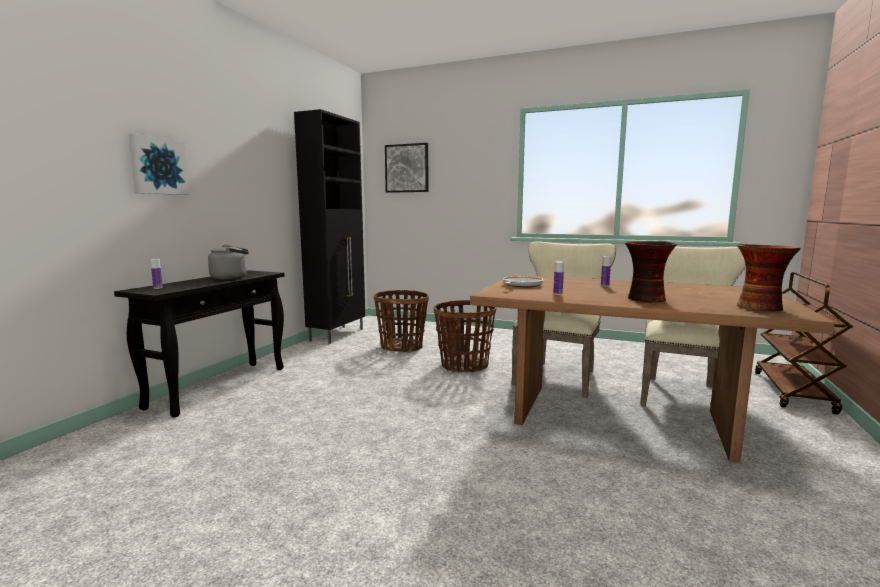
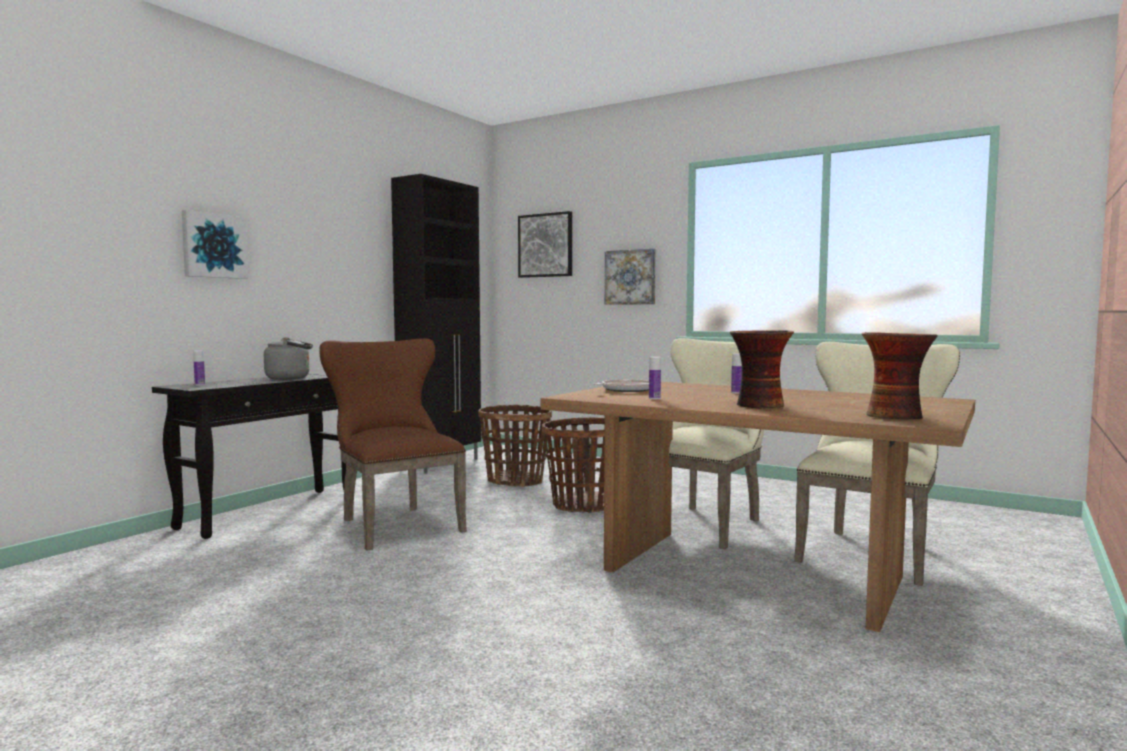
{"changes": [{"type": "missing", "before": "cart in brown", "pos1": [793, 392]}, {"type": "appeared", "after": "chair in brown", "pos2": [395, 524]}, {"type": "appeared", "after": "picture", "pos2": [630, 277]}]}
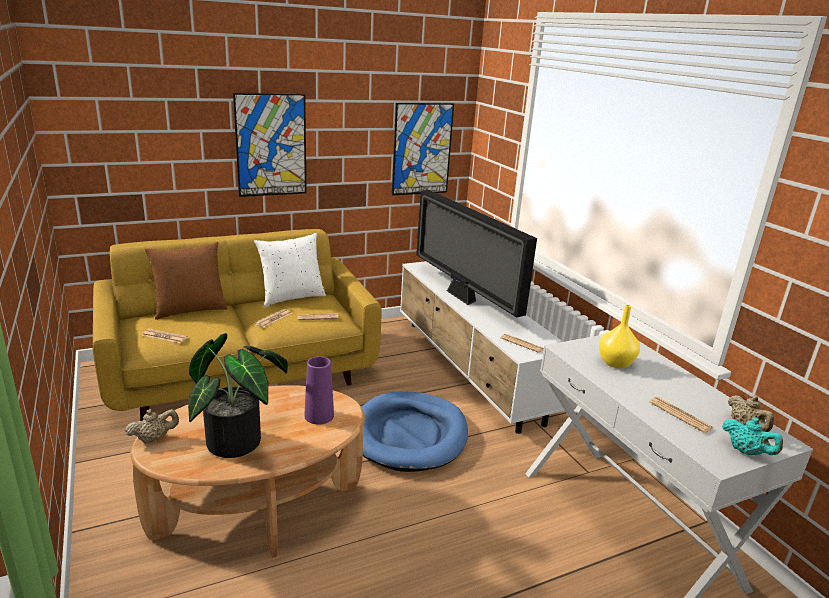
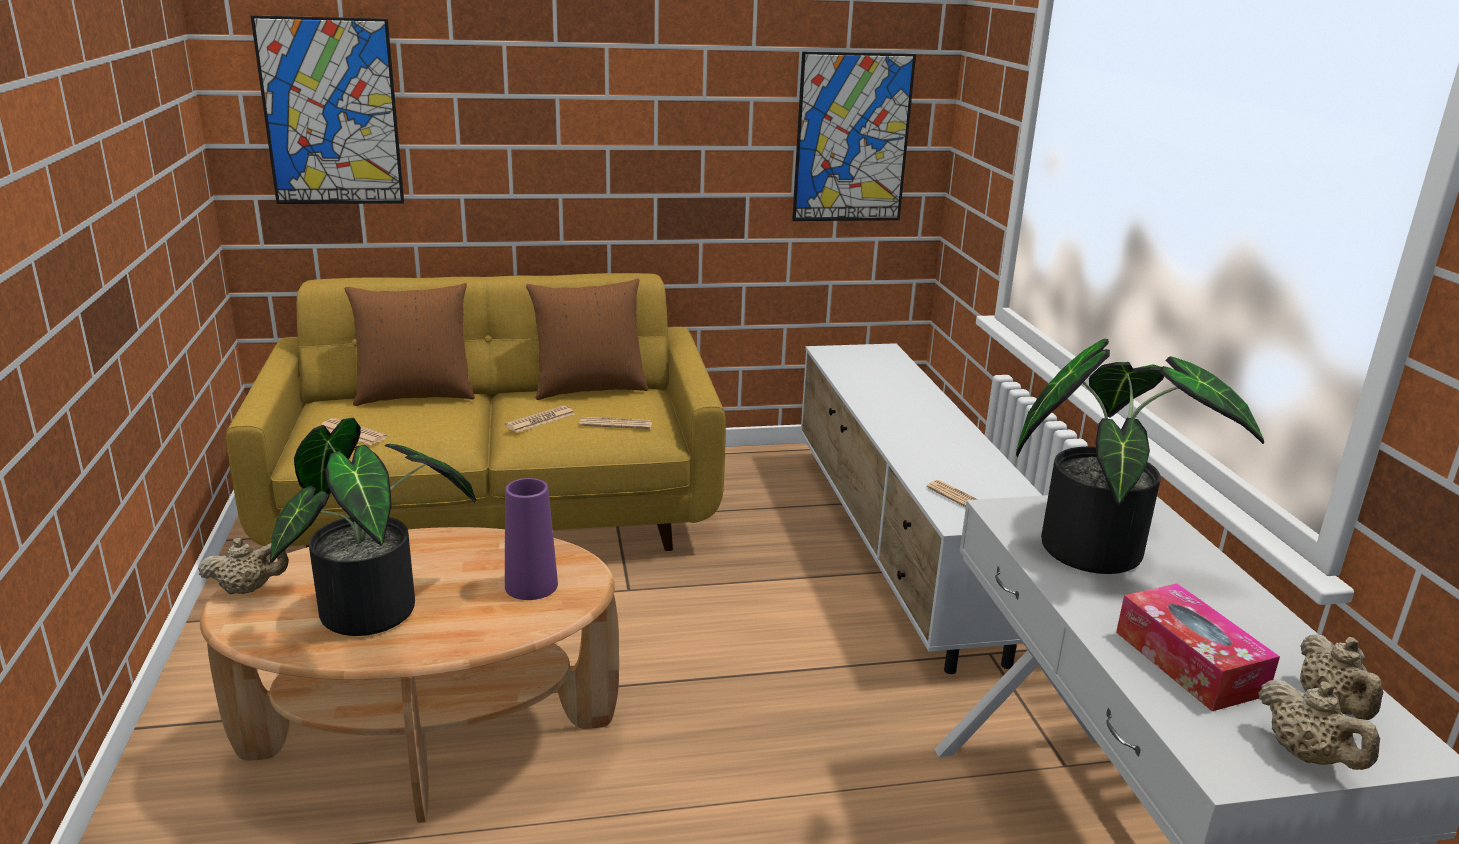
{"changes": [{"type": "relocated", "before": "picture", "pos1": [271, 145], "pos2": [331, 113]}, {"type": "colour", "before": "pillow in white", "after": "pillow in brown", "pos1": [291, 297], "pos2": [589, 388]}, {"type": "missing", "before": "dog bed in blue", "pos1": [409, 435]}, {"type": "missing", "before": "television", "pos1": [462, 298]}, {"type": "exchanged", "before": "vase in yellow", "after": "potted plant", "pos1": [615, 362], "pos2": [1098, 546]}, {"type": "exchanged", "before": "newspaper", "after": "tissue box", "pos1": [680, 415], "pos2": [1189, 662]}, {"type": "colour", "before": "teapot in turquoise", "after": "teapot in beige", "pos1": [746, 452], "pos2": [1306, 756]}]}
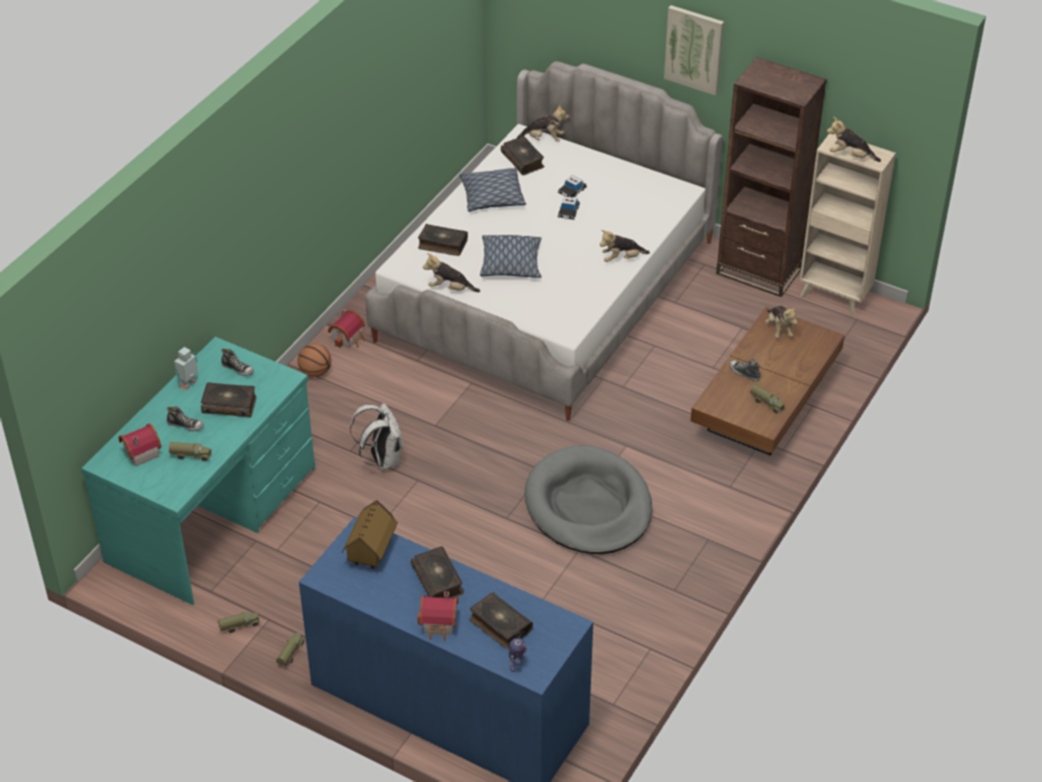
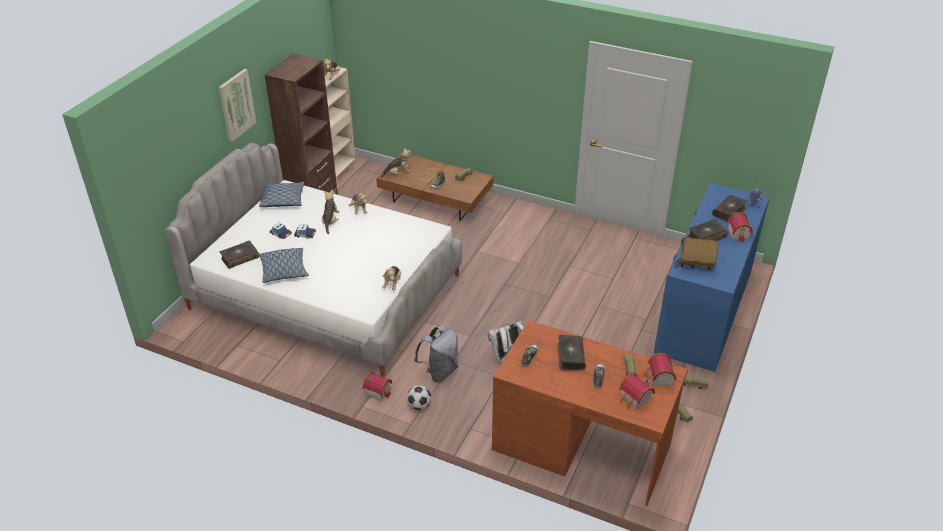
{"changes": [{"type": "colour", "before": "desk in turquoise", "after": "desk in brown", "pos1": [213, 515], "pos2": [581, 445]}, {"type": "missing", "before": "toy robot", "pos1": [189, 384]}, {"type": "exchanged", "before": "basketball", "after": "football", "pos1": [315, 372], "pos2": [419, 406]}, {"type": "missing", "before": "book", "pos1": [442, 244]}, {"type": "relocated", "before": "pillow", "pos1": [511, 264], "pos2": [283, 200]}, {"type": "relocated", "before": "plush toy", "pos1": [544, 139], "pos2": [330, 221]}, {"type": "missing", "before": "dog bed in grey", "pos1": [588, 505]}, {"type": "appeared", "after": "backpack in grey", "pos2": [439, 371]}, {"type": "appeared", "after": "toy house", "pos2": [658, 379]}]}
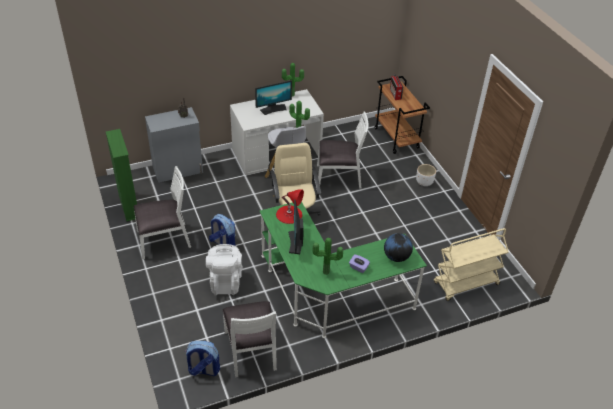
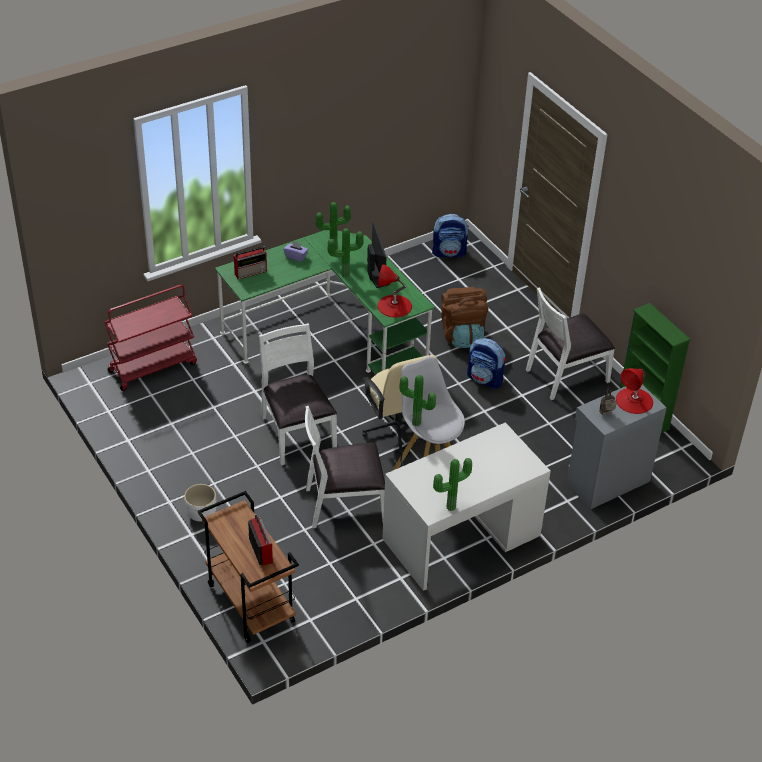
{"changes": [{"type": "colour", "before": "backpack in white", "after": "backpack in brown", "pos1": [225, 281], "pos2": [462, 335]}, {"type": "relocated", "before": "chair in white", "pos1": [251, 350], "pos2": [296, 433]}, {"type": "missing", "before": "monitor", "pos1": [273, 109]}, {"type": "exchanged", "before": "globe", "after": "radio", "pos1": [396, 257], "pos2": [251, 272]}, {"type": "colour", "before": "cart in beige", "after": "cart in red", "pos1": [466, 284], "pos2": [153, 367]}, {"type": "appeared", "after": "potted plant", "pos2": [345, 274]}, {"type": "appeared", "after": "table lamp in red", "pos2": [634, 400]}]}
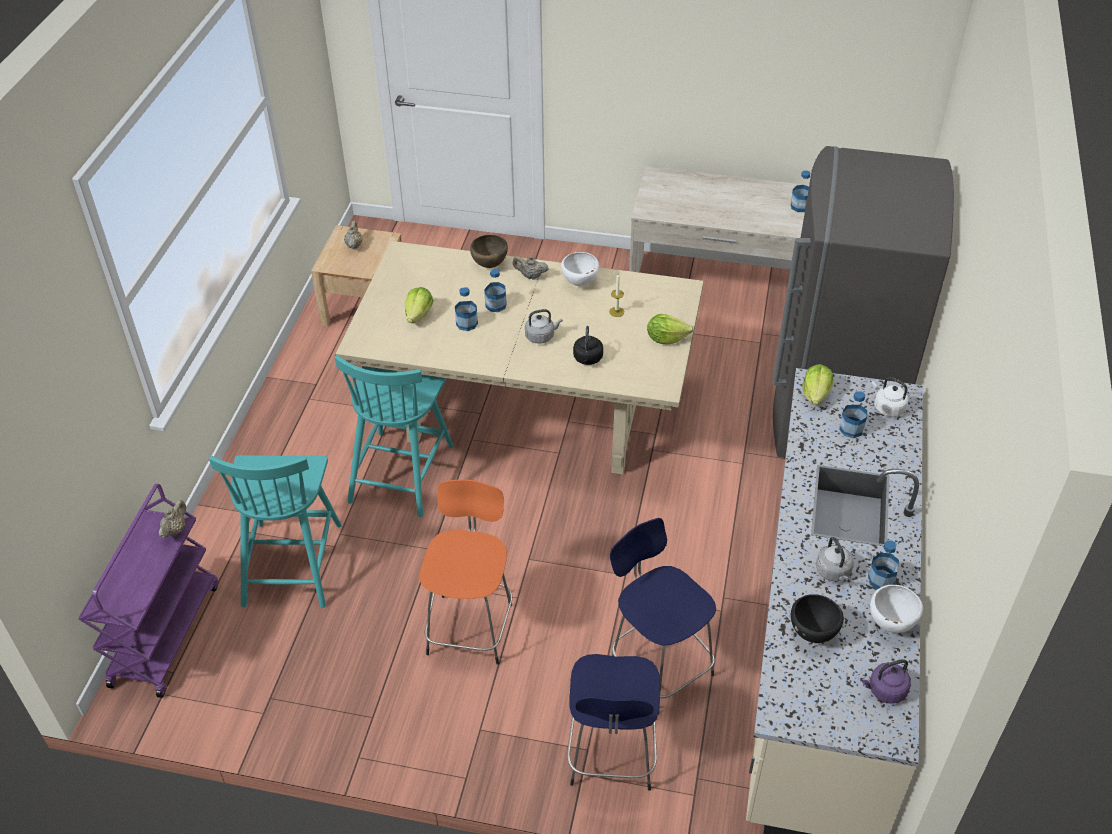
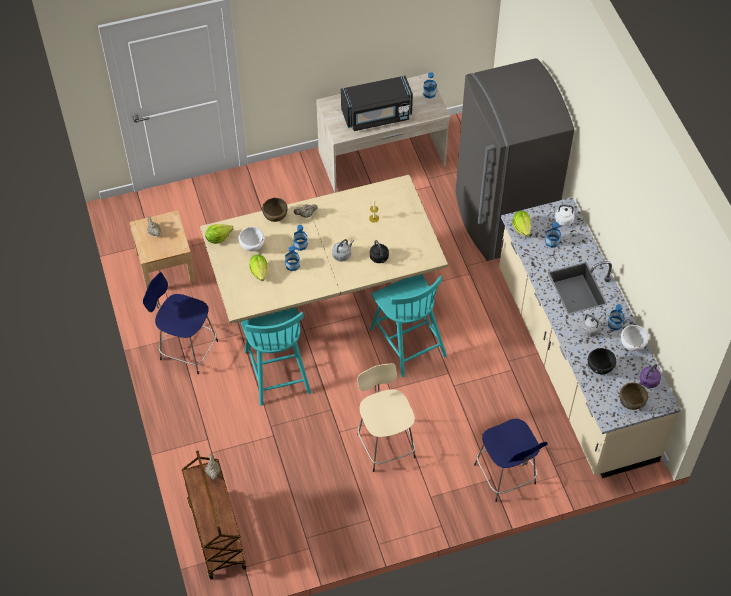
{"changes": [{"type": "colour", "before": "cart in purple", "after": "cart in brown", "pos1": [165, 633], "pos2": [216, 534]}, {"type": "relocated", "before": "chair in turquoise", "pos1": [292, 562], "pos2": [407, 341]}, {"type": "colour", "before": "stool in orange", "after": "stool in beige", "pos1": [470, 626], "pos2": [385, 444]}, {"type": "relocated", "before": "bowl in white", "pos1": [580, 283], "pos2": [252, 247]}, {"type": "relocated", "before": "stool in blue", "pos1": [659, 666], "pos2": [187, 349]}, {"type": "relocated", "before": "lettuce", "pos1": [666, 338], "pos2": [218, 238]}, {"type": "appeared", "after": "microwave in black", "pos2": [377, 115]}, {"type": "appeared", "after": "bowl in brown", "pos2": [631, 403]}]}
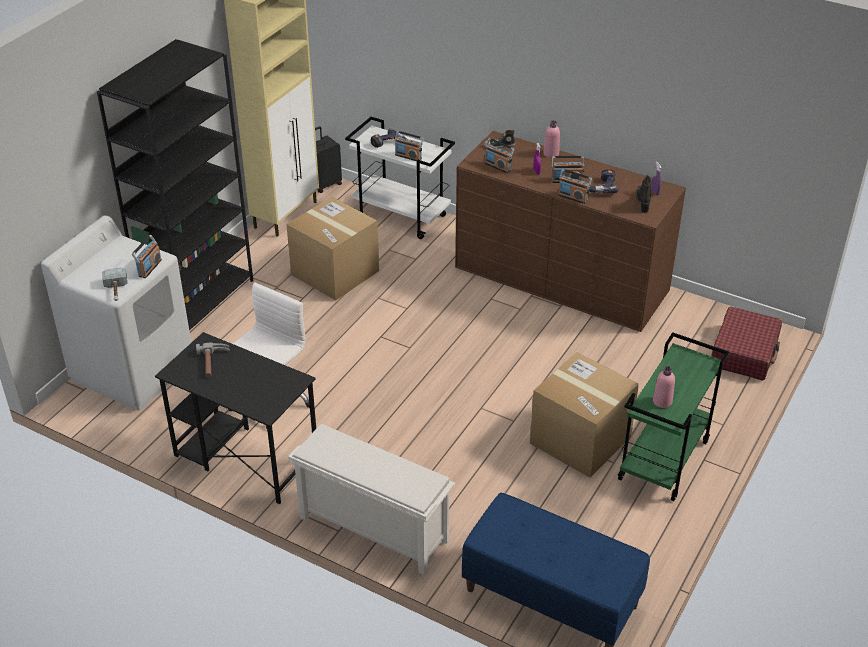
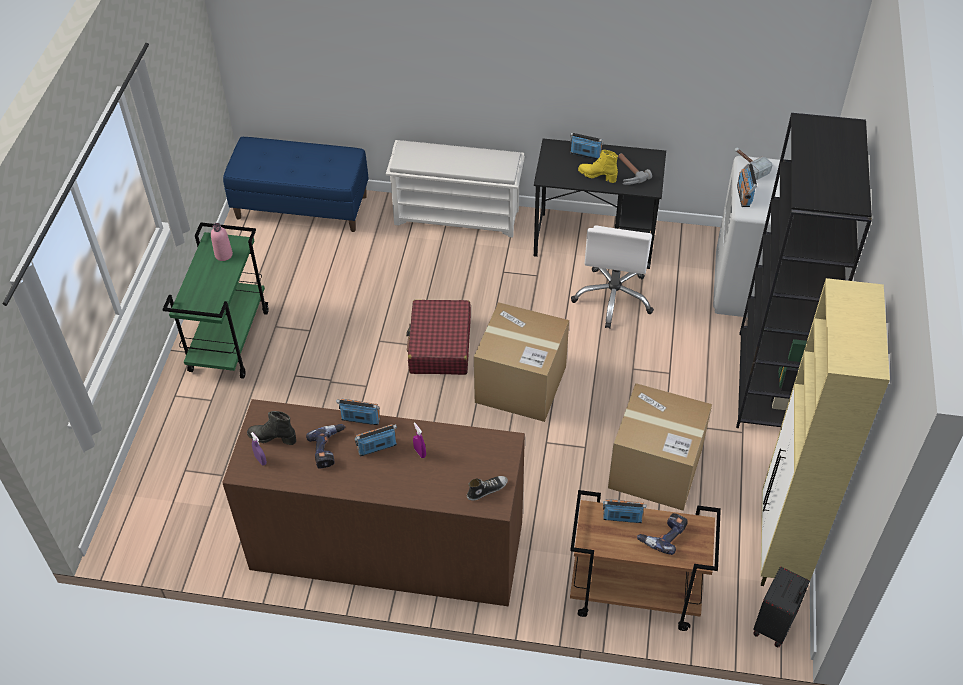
{"changes": [{"type": "colour", "before": "cart in white", "after": "cart in brown", "pos1": [402, 216], "pos2": [633, 595]}, {"type": "relocated", "before": "radio", "pos1": [498, 166], "pos2": [585, 154]}, {"type": "relocated", "before": "cardboard box", "pos1": [580, 440], "pos2": [520, 384]}, {"type": "missing", "before": "bottle in pink", "pos1": [551, 154]}, {"type": "spun", "before": "boot in black", "pos1": [643, 202], "pos2": [272, 437], "turn": 120}, {"type": "relocated", "before": "suitcase in red", "pos1": [744, 352], "pos2": [440, 346]}, {"type": "appeared", "after": "boot in yellow", "pos2": [597, 176]}]}
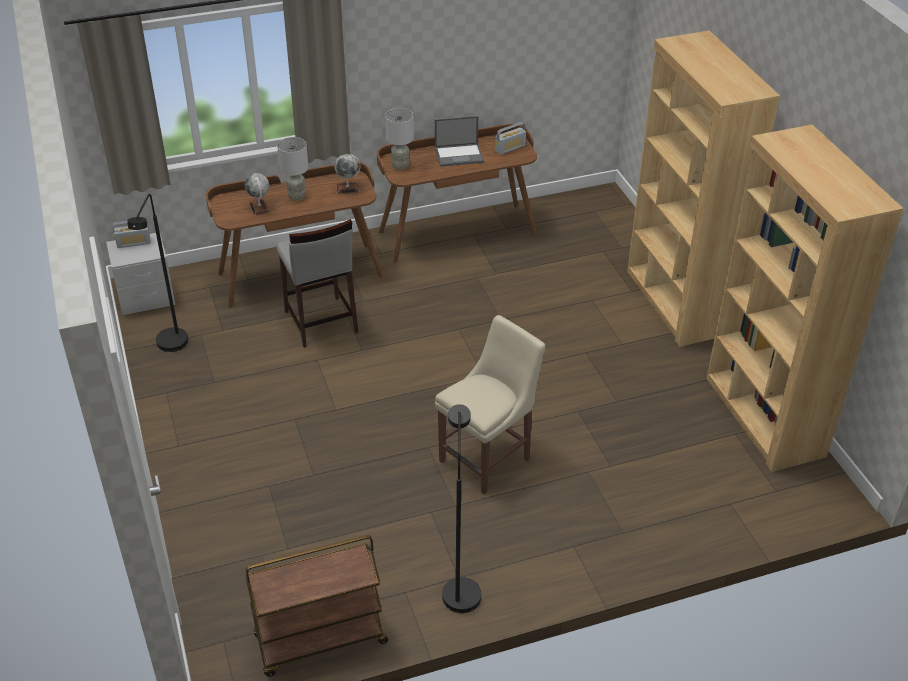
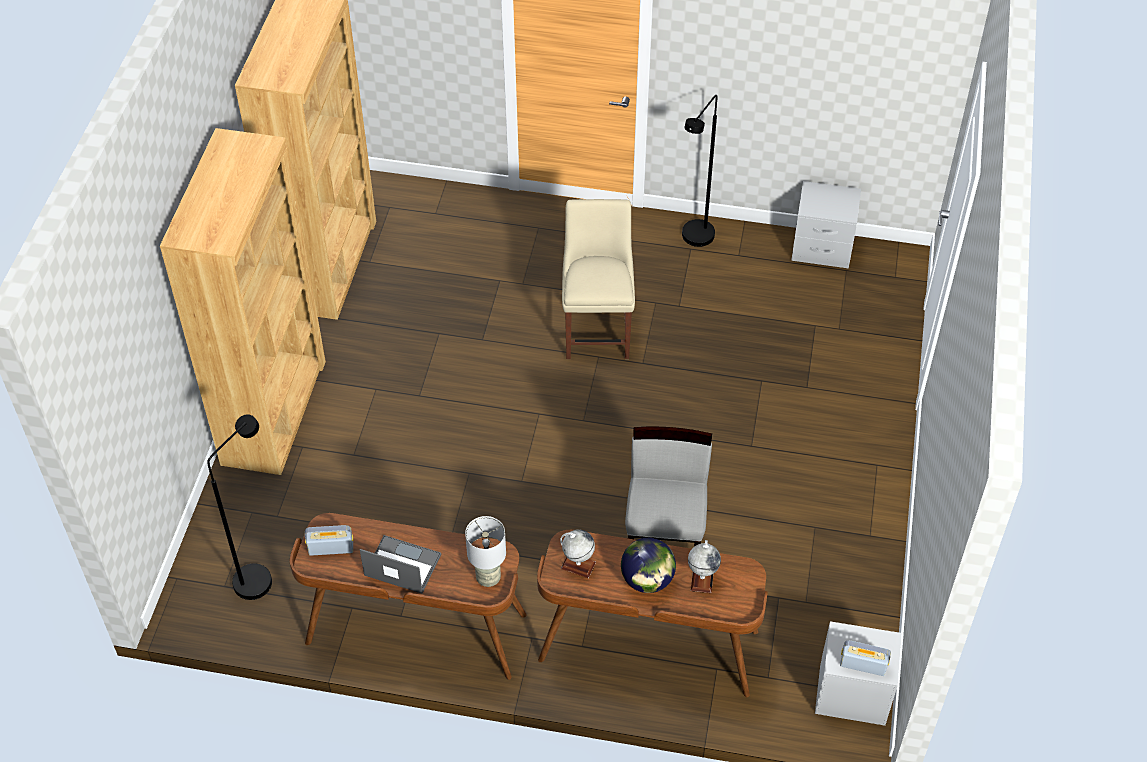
{"changes": [{"type": "relocated", "before": "floor lamp in black", "pos1": [171, 347], "pos2": [259, 574]}, {"type": "exchanged", "before": "cart in brown", "after": "nightstand in grey", "pos1": [320, 640], "pos2": [821, 248]}, {"type": "exchanged", "before": "table lamp in grey", "after": "globe", "pos1": [296, 196], "pos2": [647, 580]}, {"type": "spun", "before": "chair in beige", "pos1": [488, 458], "pos2": [597, 330], "turn": 105}]}
